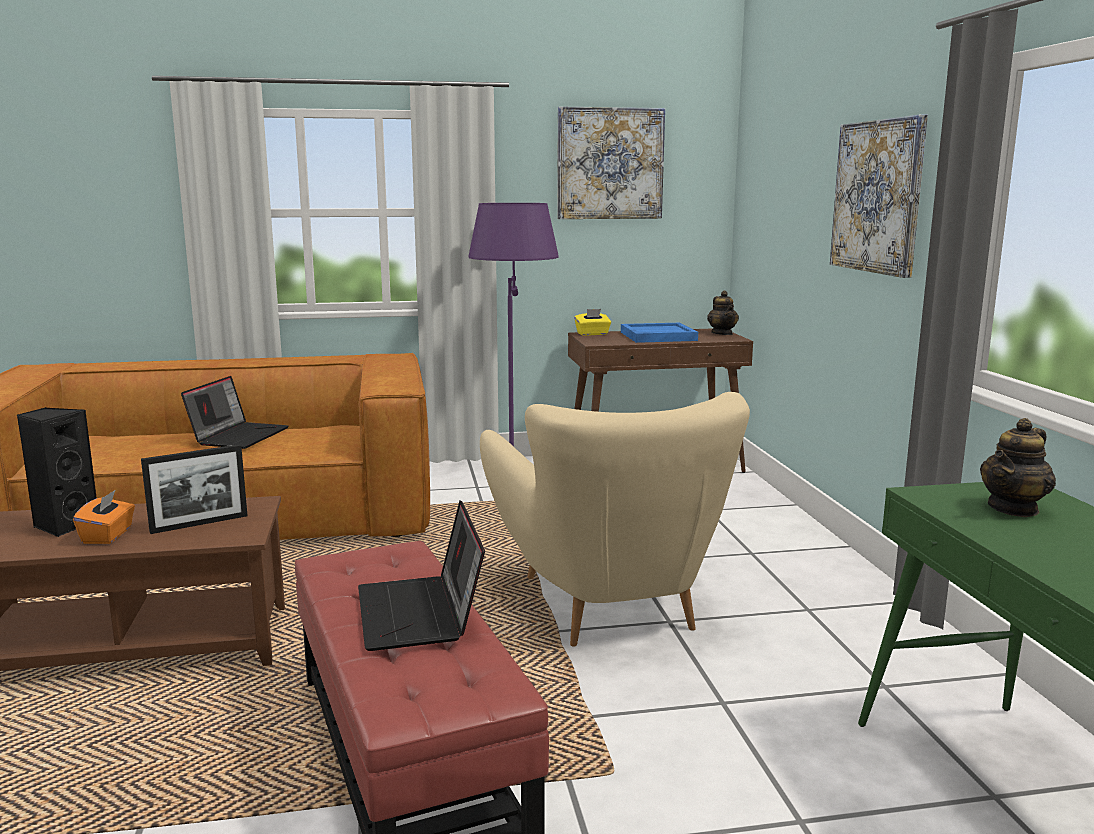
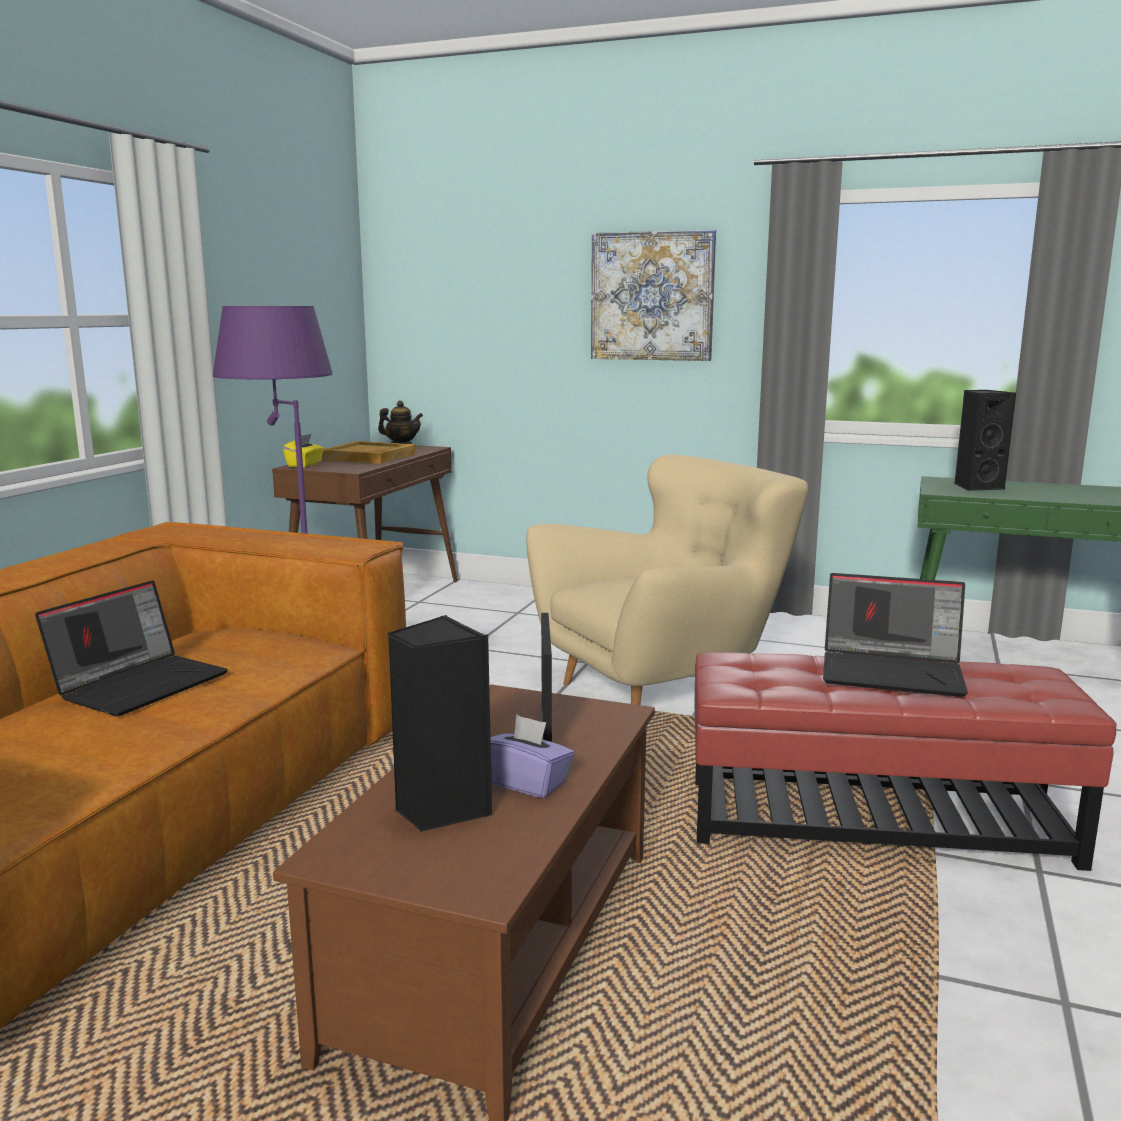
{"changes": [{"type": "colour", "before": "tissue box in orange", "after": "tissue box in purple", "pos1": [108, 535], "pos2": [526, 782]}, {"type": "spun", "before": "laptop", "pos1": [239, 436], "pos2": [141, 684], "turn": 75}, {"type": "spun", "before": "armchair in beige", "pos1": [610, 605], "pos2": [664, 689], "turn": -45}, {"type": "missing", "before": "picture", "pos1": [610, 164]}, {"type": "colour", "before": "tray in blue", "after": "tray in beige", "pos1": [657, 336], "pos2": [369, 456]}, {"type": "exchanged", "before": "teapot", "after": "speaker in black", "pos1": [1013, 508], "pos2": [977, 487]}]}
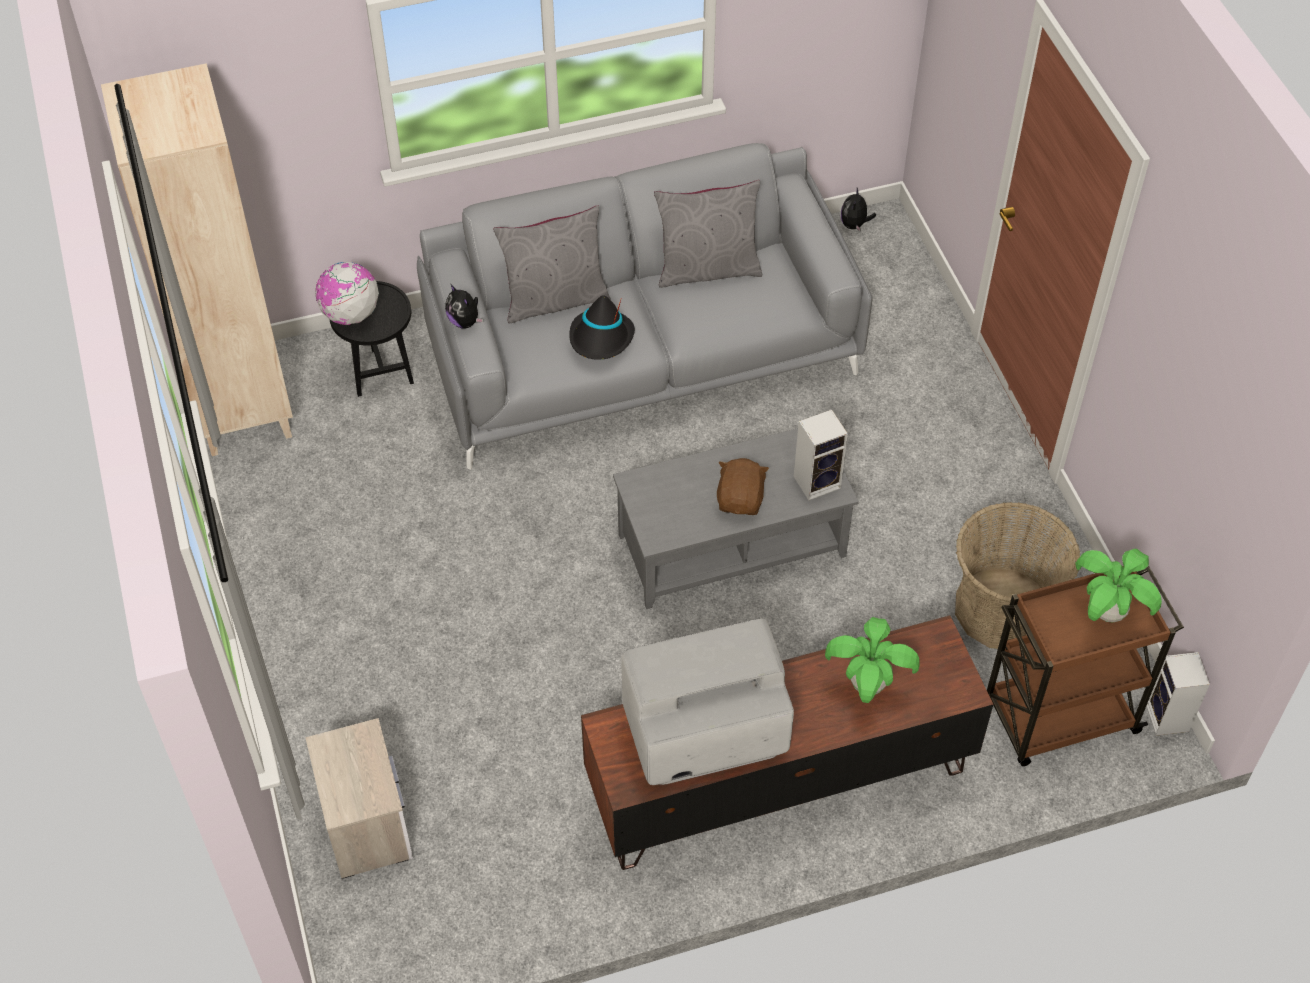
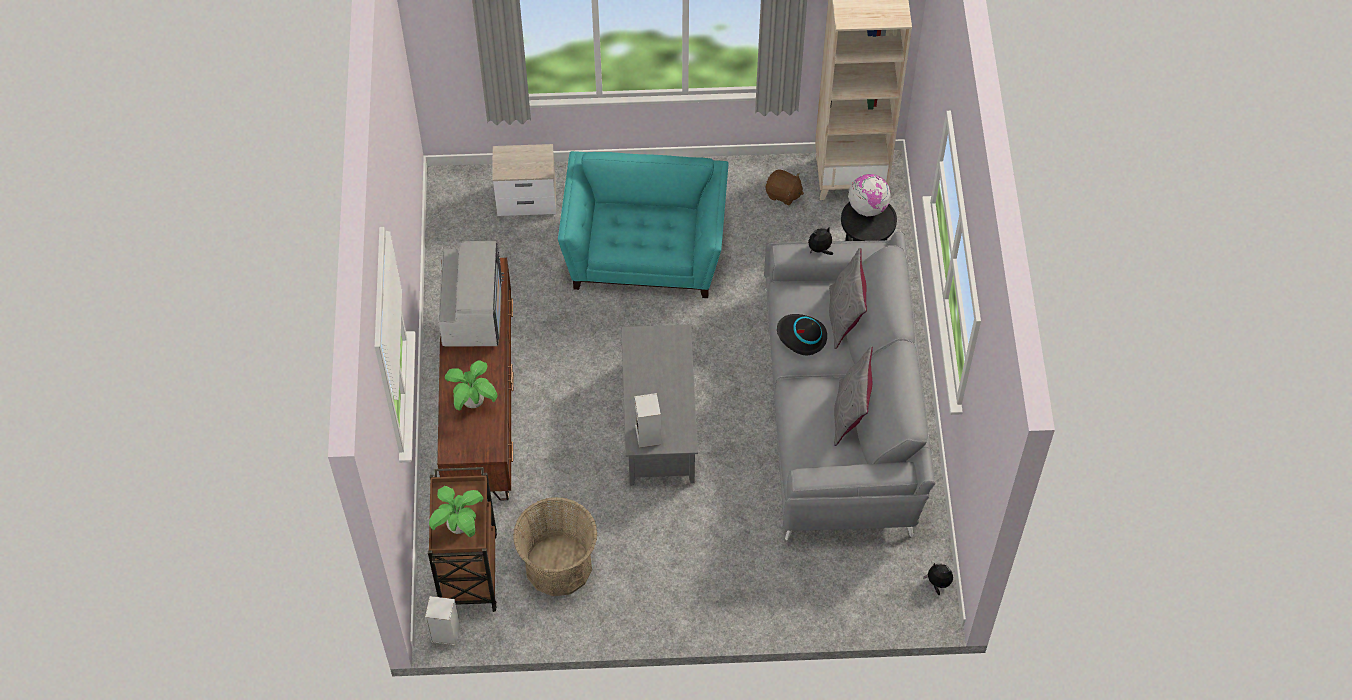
{"changes": [{"type": "relocated", "before": "plush toy in brown", "pos1": [741, 500], "pos2": [783, 194]}, {"type": "appeared", "after": "armchair in turquoise", "pos2": [646, 250]}]}
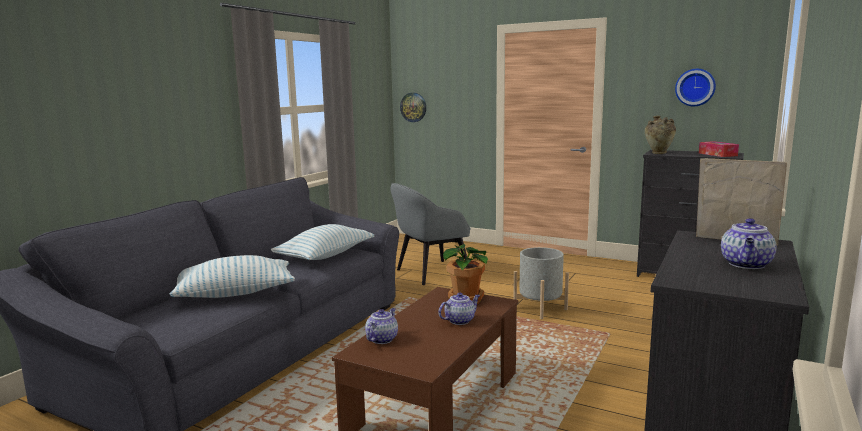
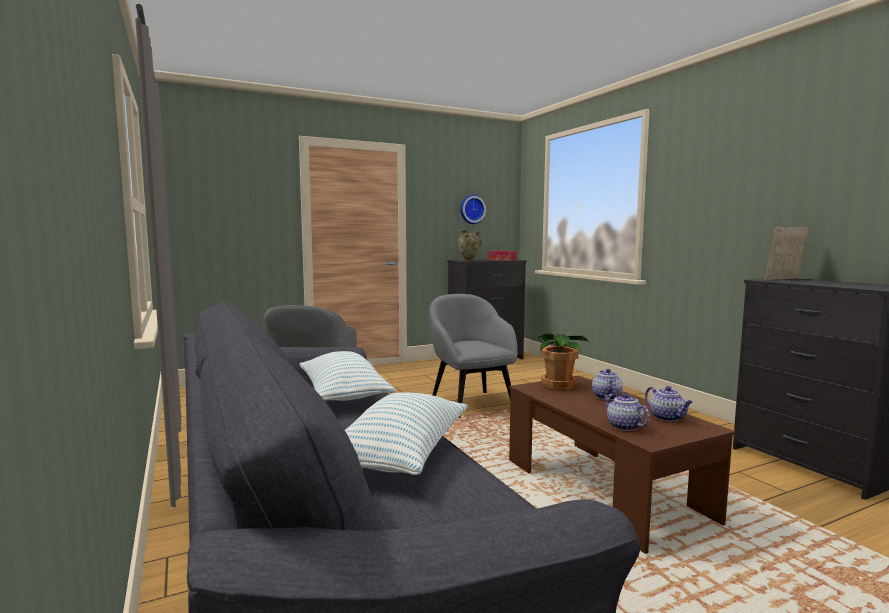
{"changes": [{"type": "missing", "before": "wall clock", "pos1": [413, 107]}, {"type": "exchanged", "before": "planter in grey", "after": "armchair in grey", "pos1": [540, 308], "pos2": [471, 403]}, {"type": "relocated", "before": "teapot", "pos1": [746, 265], "pos2": [667, 418]}]}
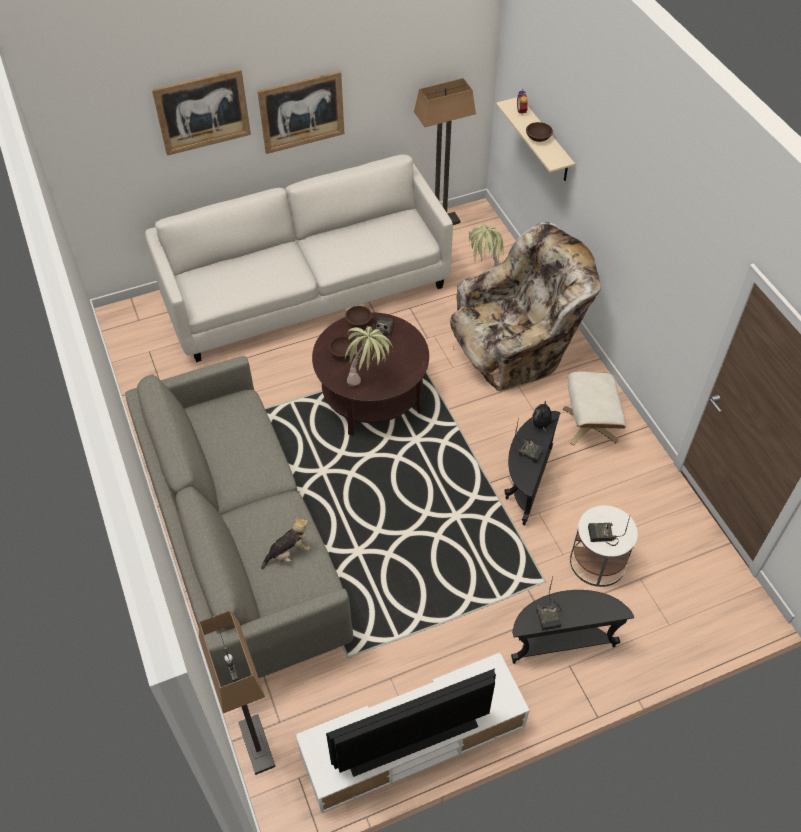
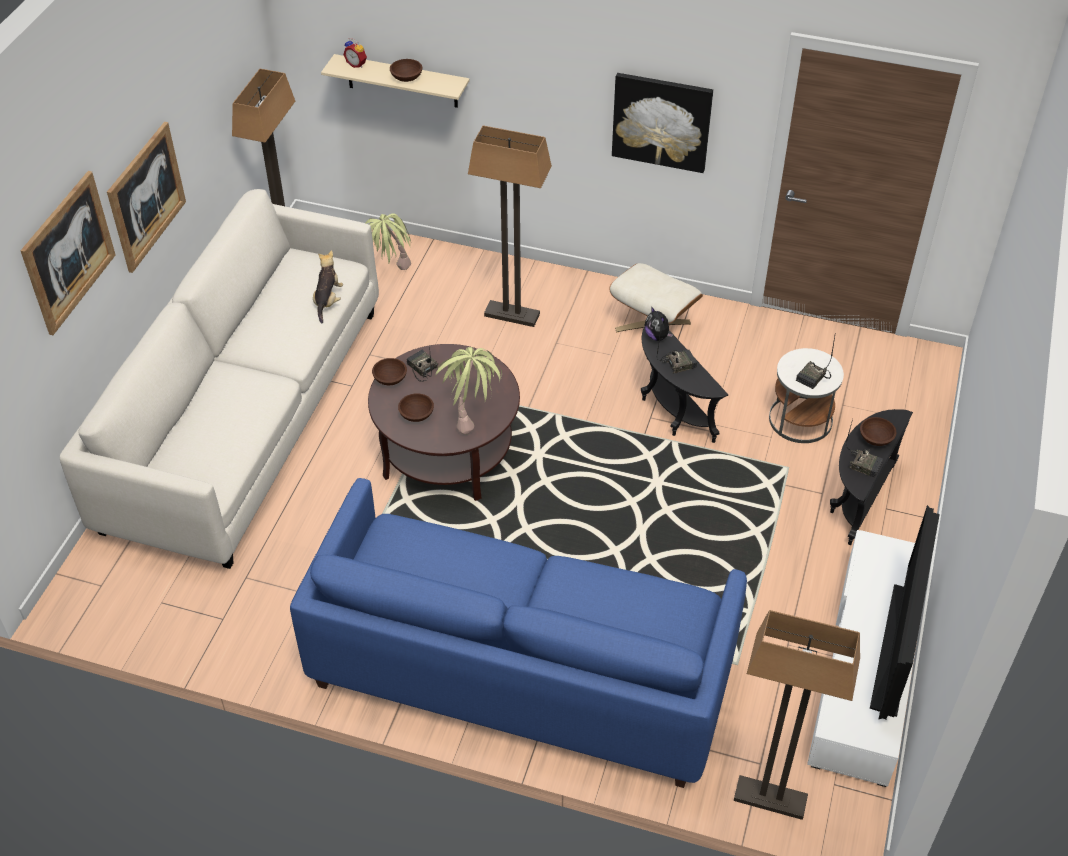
{"changes": [{"type": "colour", "before": "sofa in grey", "after": "sofa in blue", "pos1": [243, 543], "pos2": [521, 670]}, {"type": "relocated", "before": "plush toy", "pos1": [288, 553], "pos2": [328, 301]}, {"type": "exchanged", "before": "armchair in beige", "after": "floor lamp", "pos1": [517, 349], "pos2": [512, 315]}, {"type": "appeared", "after": "picture", "pos2": [661, 121]}, {"type": "appeared", "after": "bowl in brown", "pos2": [875, 438]}]}
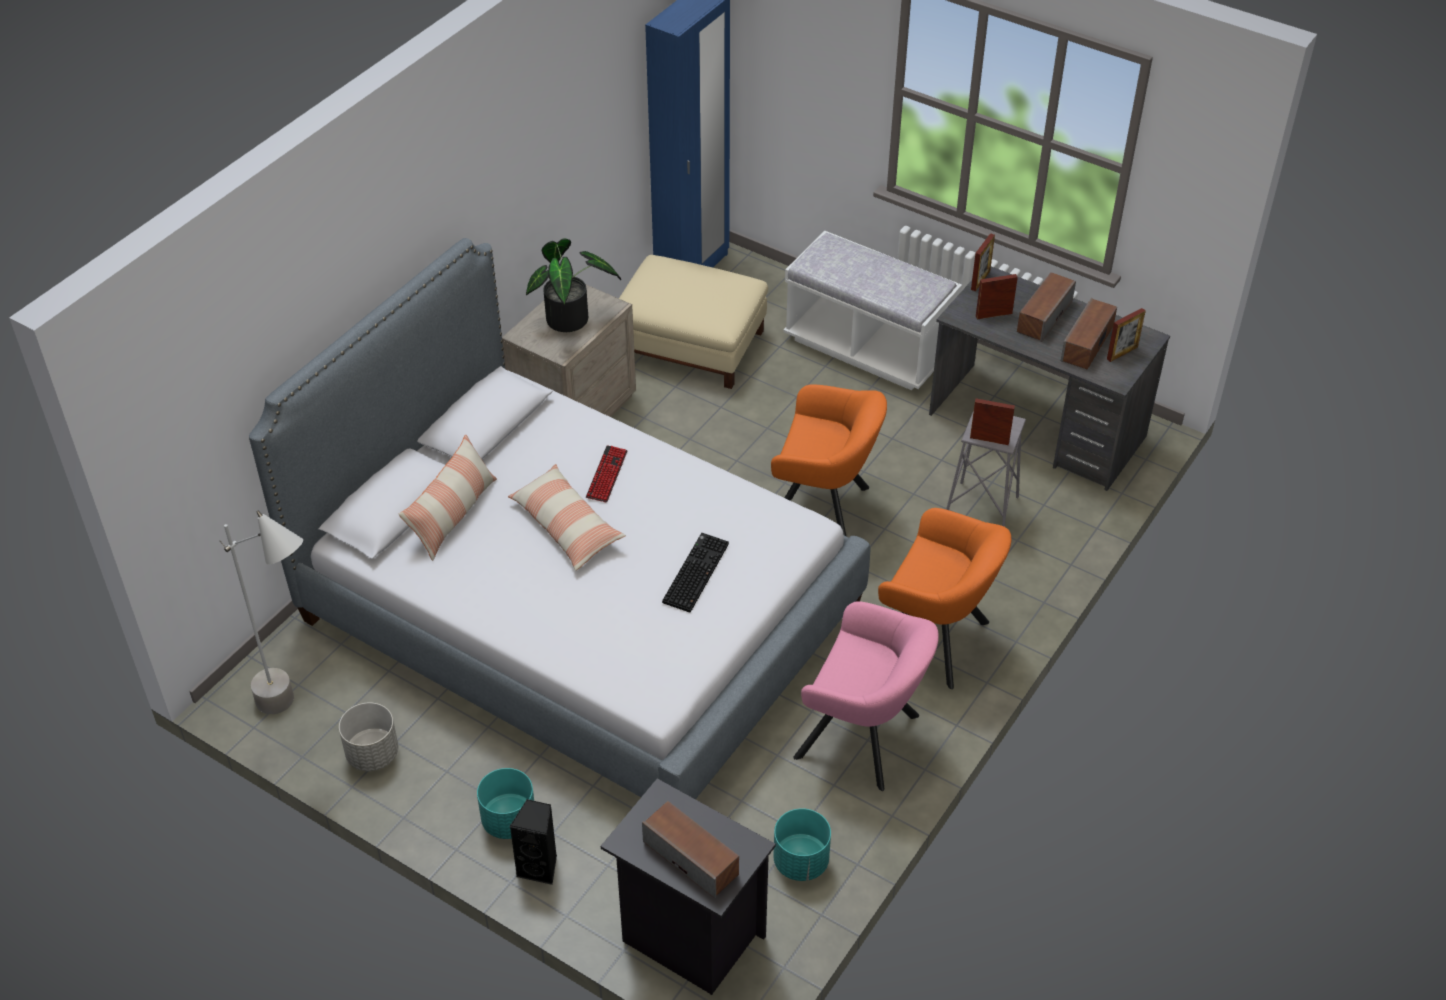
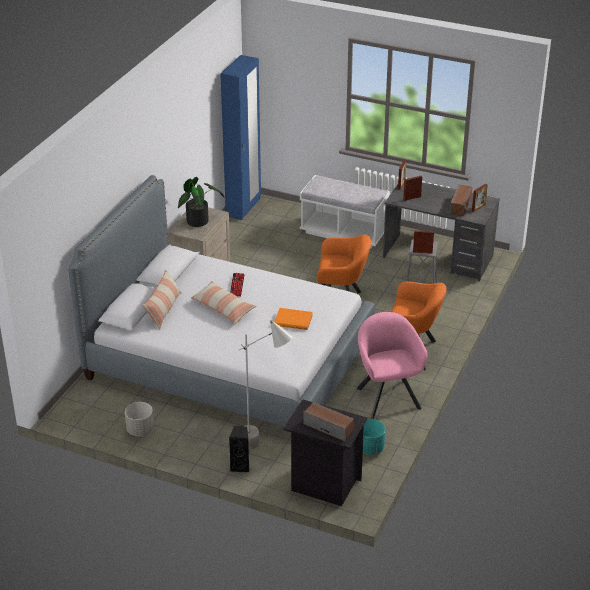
{"changes": [{"type": "relocated", "before": "floor lamp in grey", "pos1": [300, 712], "pos2": [265, 446]}, {"type": "missing", "before": "planter in turquoise", "pos1": [509, 820]}, {"type": "missing", "before": "ottoman in beige", "pos1": [689, 346]}, {"type": "exchanged", "before": "keyboard", "after": "book in orange", "pos1": [694, 572], "pos2": [293, 320]}, {"type": "spun", "before": "armchair in pink", "pos1": [864, 739], "pos2": [387, 395], "turn": -120}, {"type": "missing", "before": "speaker", "pos1": [1044, 316]}]}
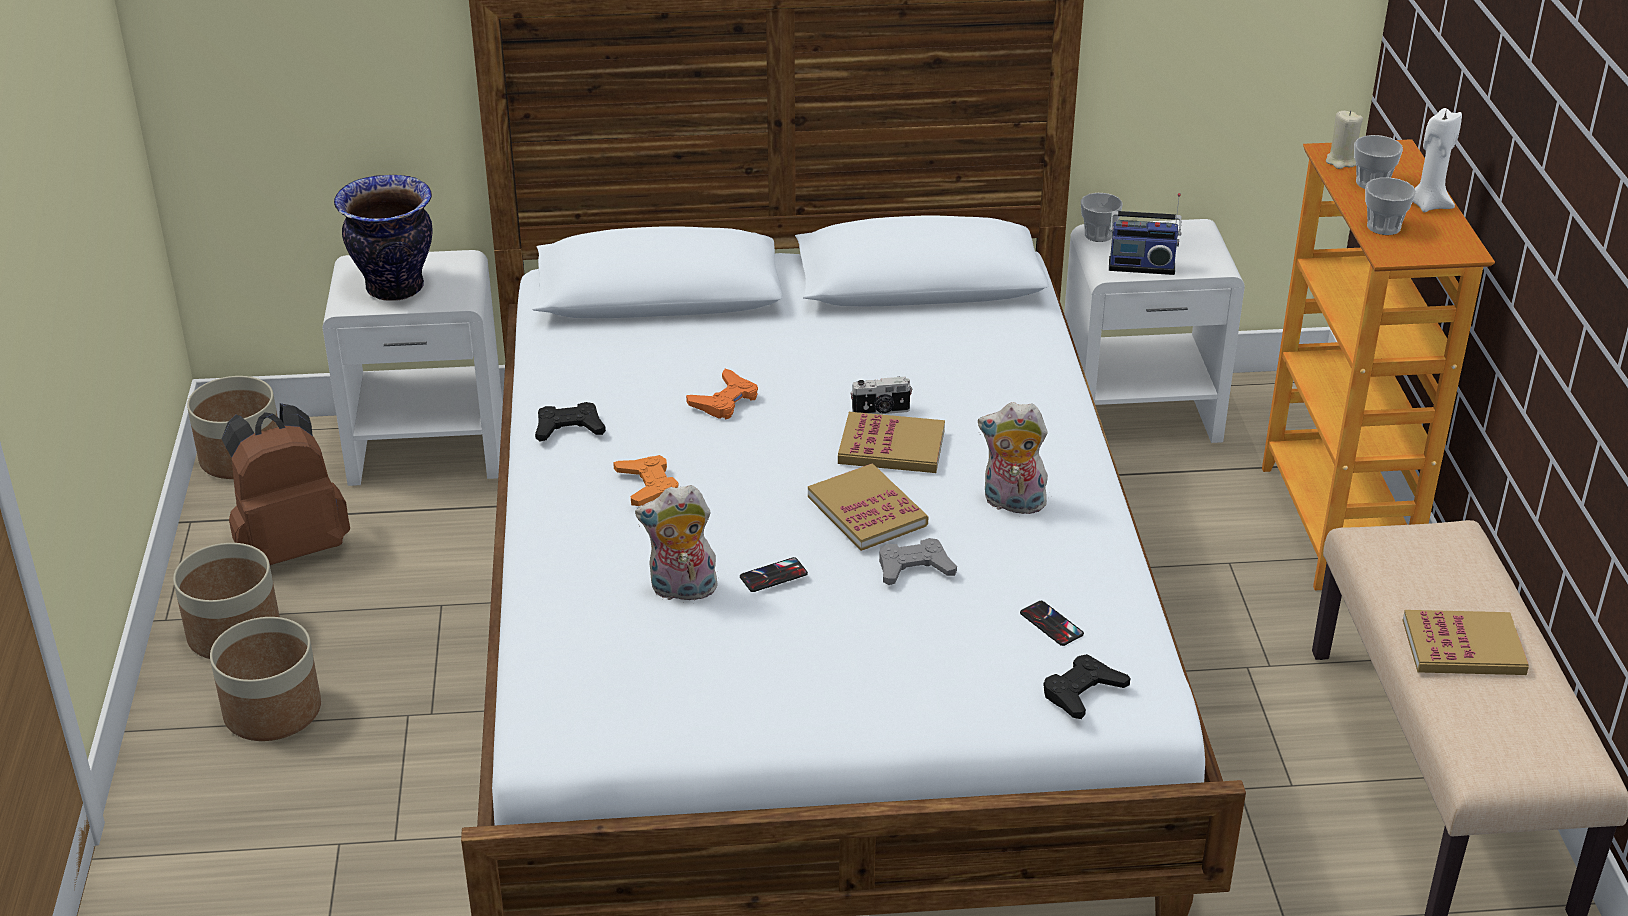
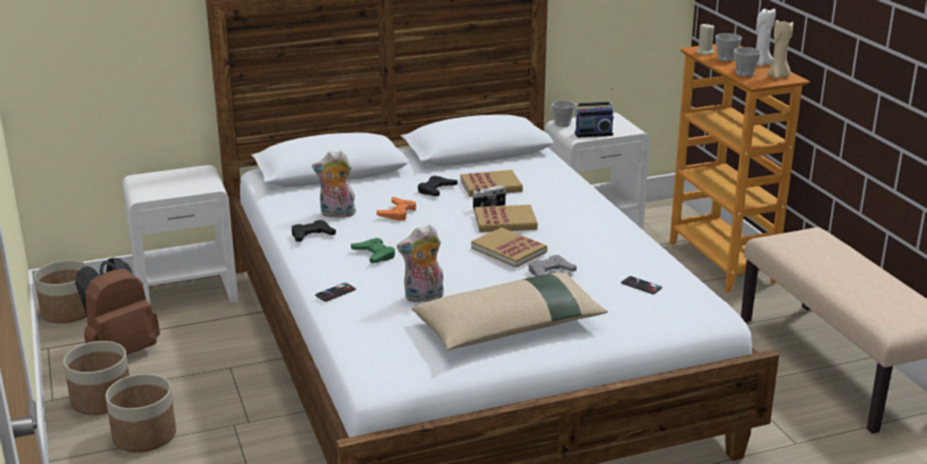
{"changes": [{"type": "missing", "before": "vase", "pos1": [394, 288]}, {"type": "colour", "before": "game controller in orange", "after": "game controller in green", "pos1": [647, 486], "pos2": [374, 255]}, {"type": "relocated", "before": "phone", "pos1": [773, 575], "pos2": [335, 292]}, {"type": "relocated", "before": "plush toy", "pos1": [1012, 504], "pos2": [336, 214]}, {"type": "relocated", "before": "game controller in black", "pos1": [1082, 692], "pos2": [436, 190]}, {"type": "relocated", "before": "book", "pos1": [1463, 647], "pos2": [491, 186]}, {"type": "appeared", "after": "pillow in beige", "pos2": [510, 326]}, {"type": "appeared", "after": "candle in beige", "pos2": [778, 76]}]}
